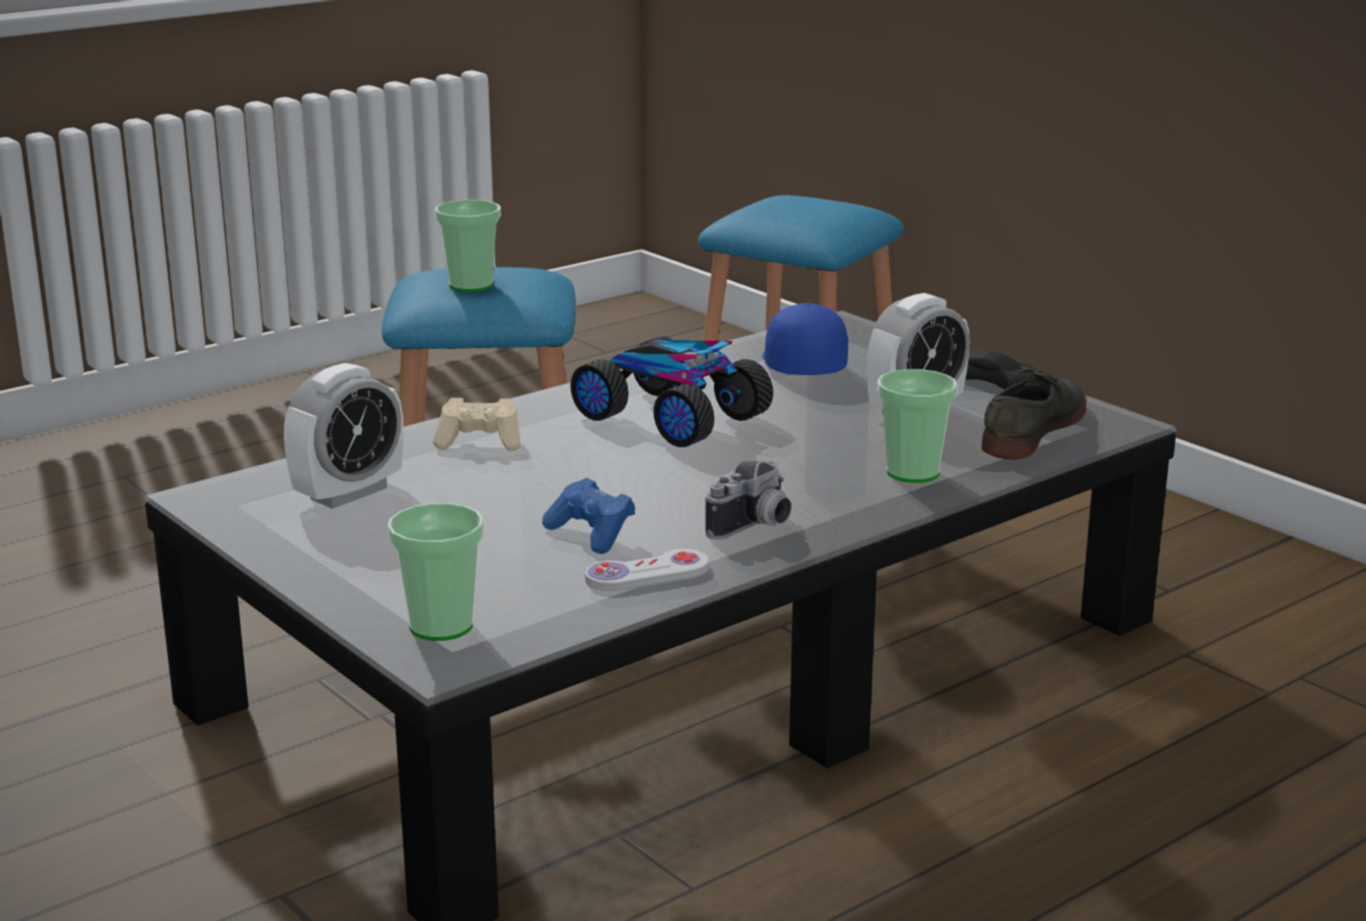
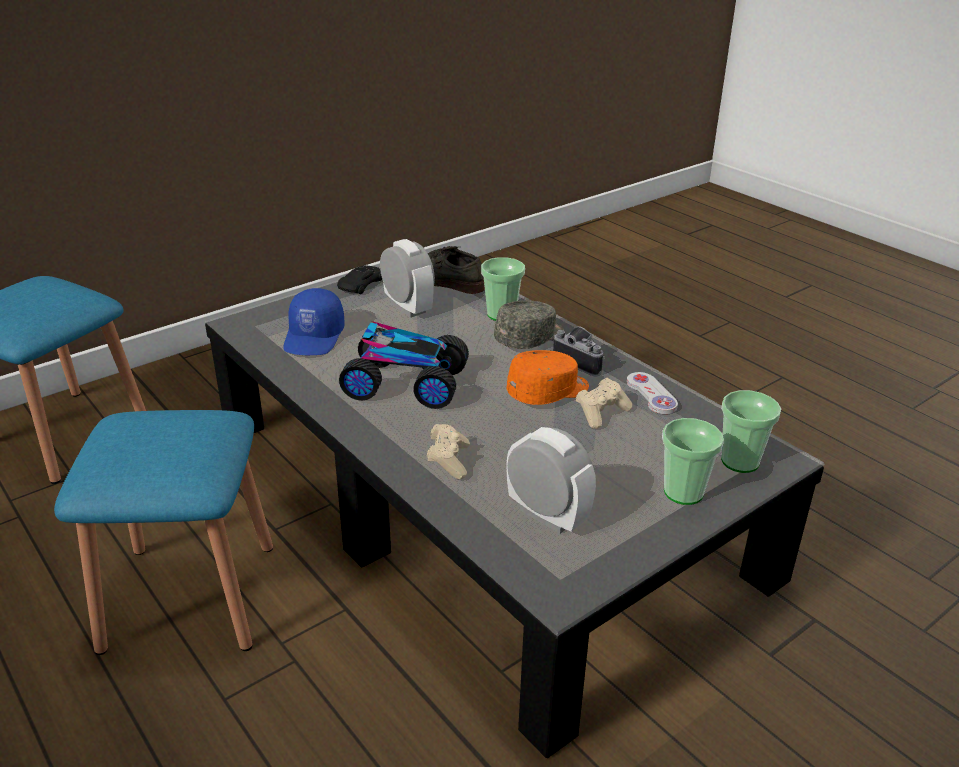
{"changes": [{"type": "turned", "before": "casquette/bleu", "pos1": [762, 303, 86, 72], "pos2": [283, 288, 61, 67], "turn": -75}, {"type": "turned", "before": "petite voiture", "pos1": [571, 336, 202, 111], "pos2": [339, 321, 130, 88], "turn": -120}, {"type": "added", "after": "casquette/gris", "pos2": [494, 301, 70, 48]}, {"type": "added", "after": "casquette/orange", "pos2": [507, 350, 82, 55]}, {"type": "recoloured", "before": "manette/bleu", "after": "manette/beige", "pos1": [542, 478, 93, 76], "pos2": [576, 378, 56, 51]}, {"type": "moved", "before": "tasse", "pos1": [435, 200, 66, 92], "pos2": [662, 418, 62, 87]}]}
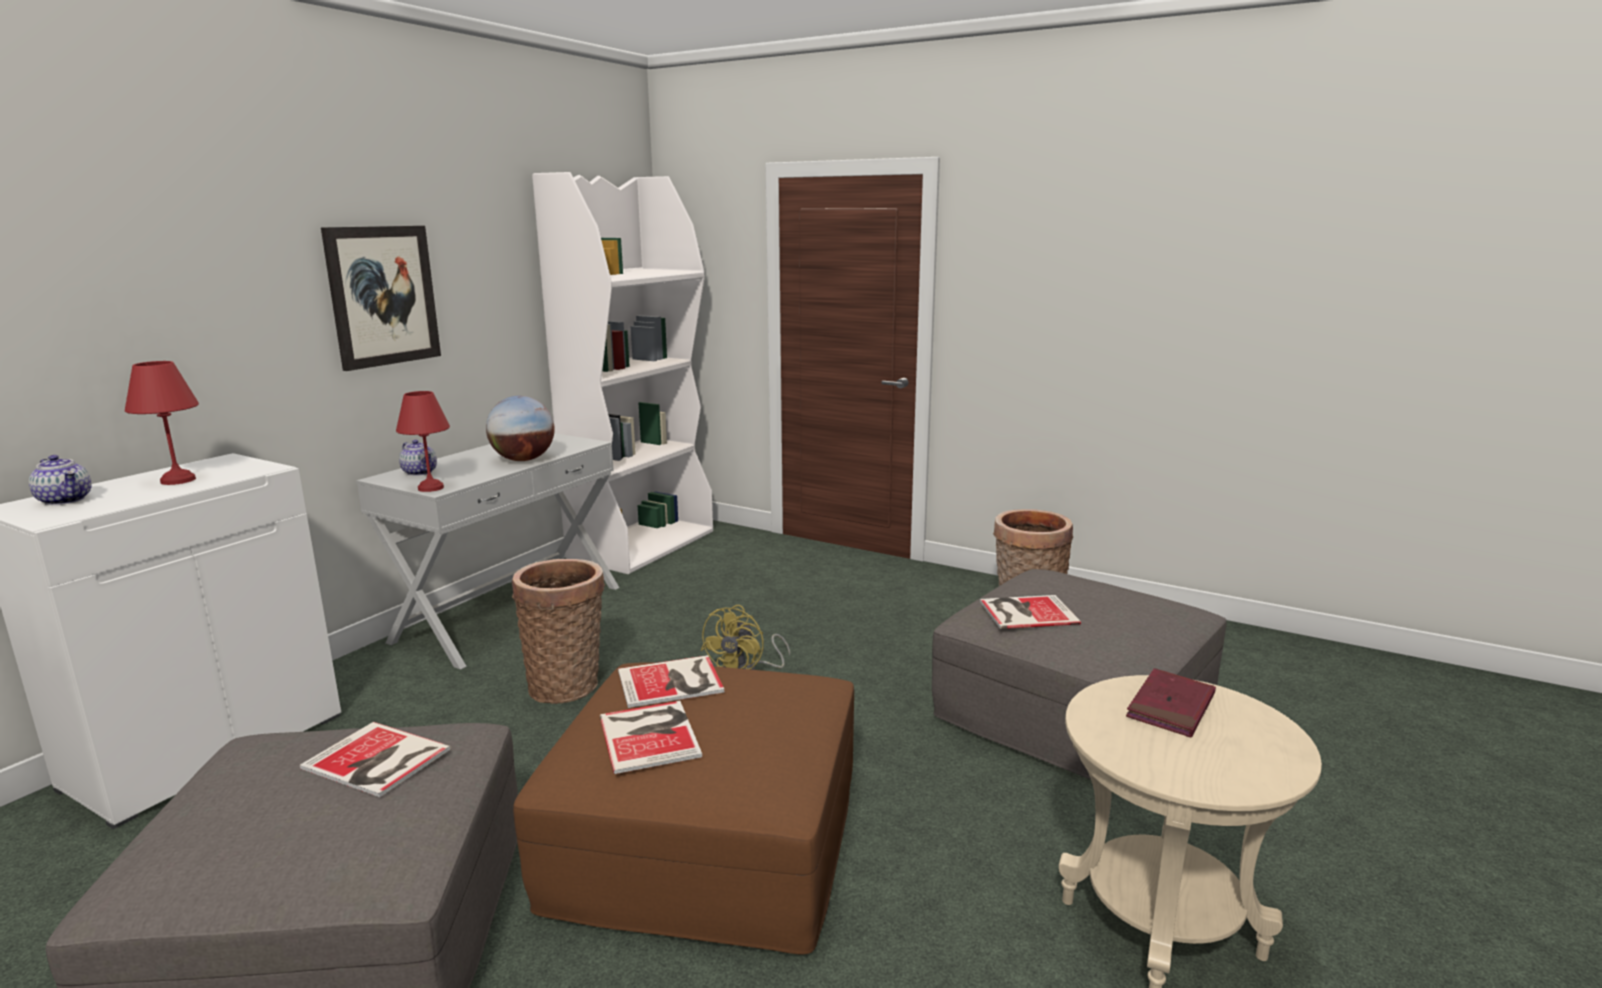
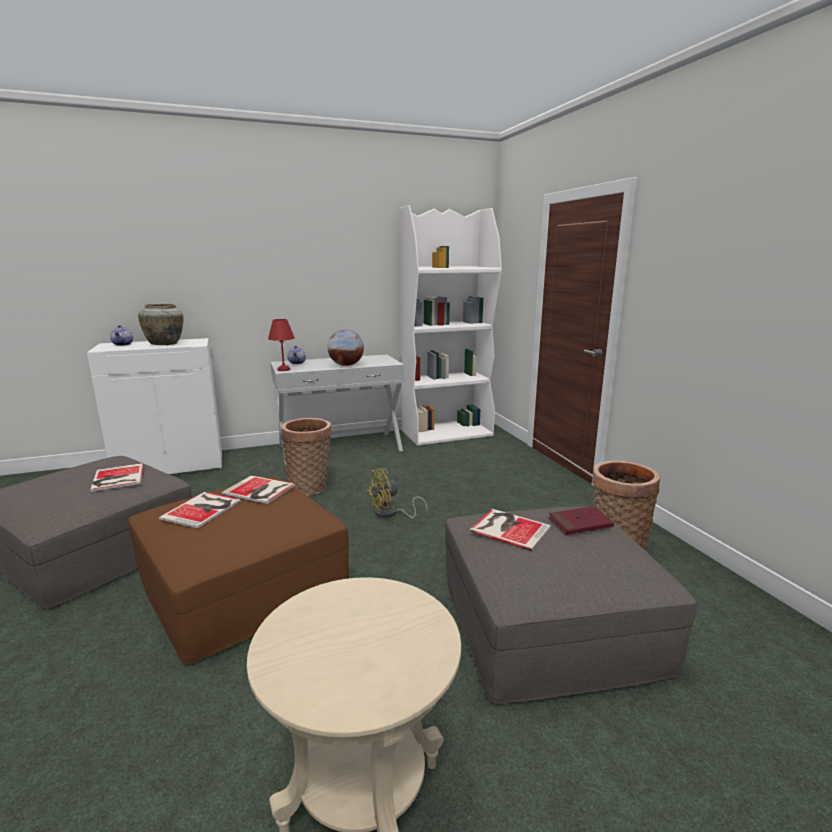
{"changes": [{"type": "replaced", "before": "lampe de table/rouge", "after": "vase/beige", "pos1": [125, 361, 74, 124], "pos2": [138, 304, 46, 41]}, {"type": "moved", "before": "livre/rouge", "pos1": [1126, 668, 90, 69], "pos2": [549, 506, 65, 29]}, {"type": "removed", "before": "tableau", "pos1": [321, 226, 120, 145]}]}
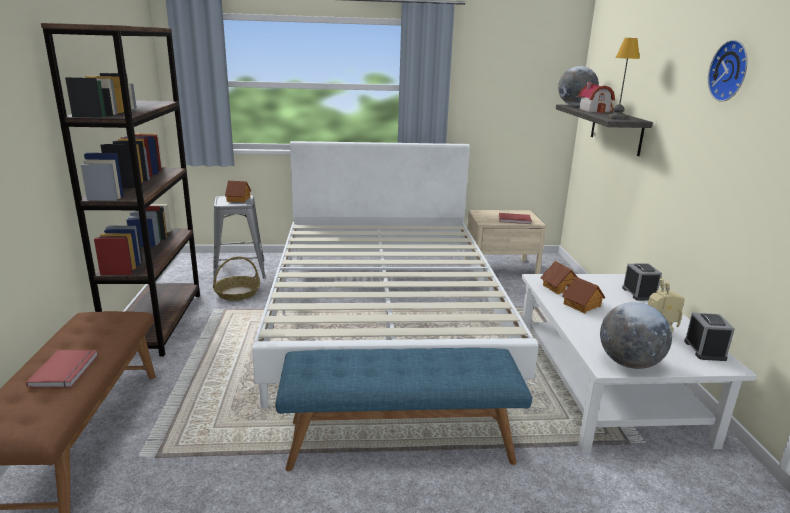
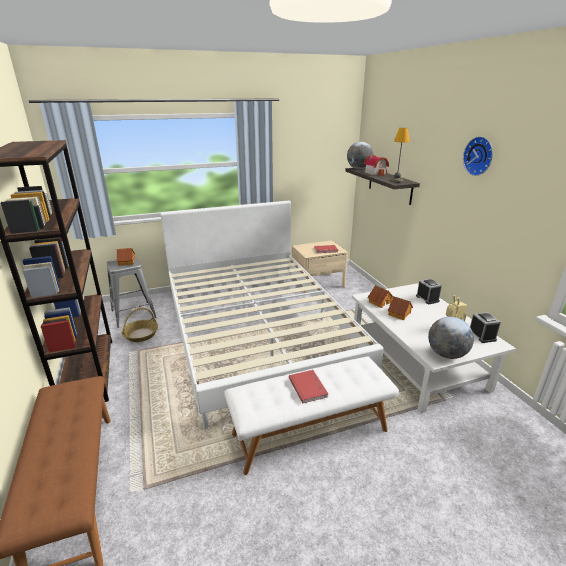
{"changes": [{"type": "recoloured", "before": "banc/bleu", "after": "banc/blanc", "pos1": [275, 348, 257, 123], "pos2": [224, 356, 175, 119]}, {"type": "moved", "before": "livre/rouge", "pos1": [26, 350, 72, 38], "pos2": [289, 370, 39, 33]}]}
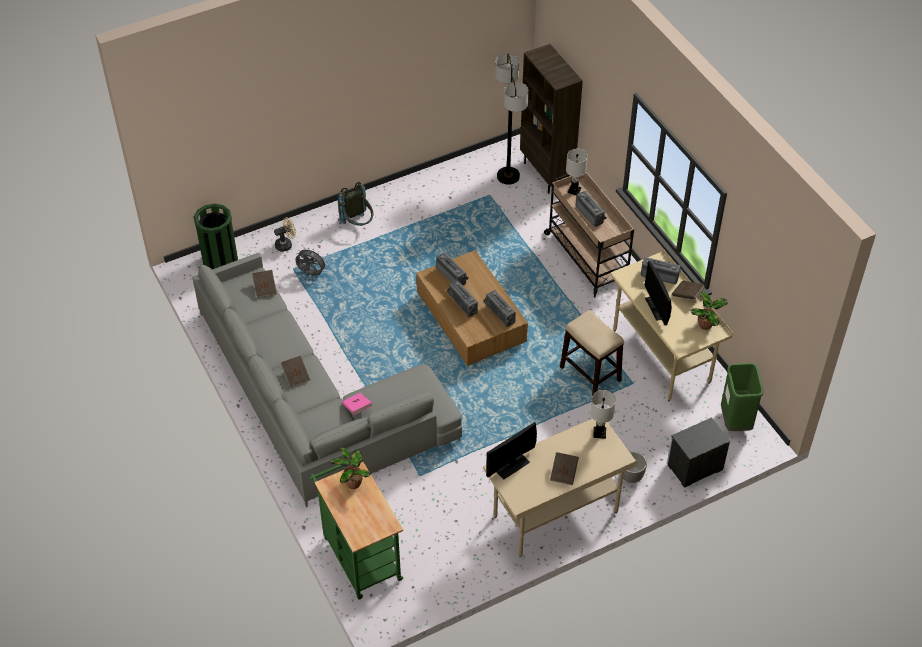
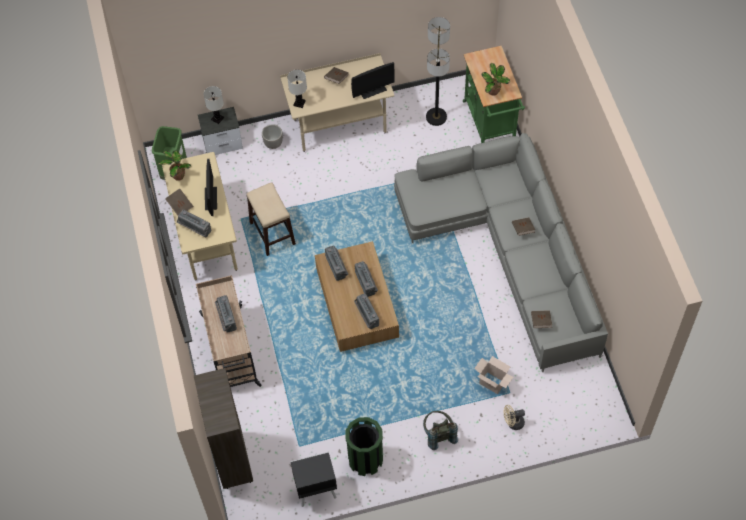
{"changes": [{"type": "moved", "before": "lampe de table/blanc", "pos1": [566, 149, 22, 46], "pos2": [204, 86, 20, 38]}, {"type": "added", "after": "table de chevet/noir", "pos2": [290, 452, 47, 55]}, {"type": "moved", "before": "poubelle/vert", "pos1": [194, 203, 44, 66], "pos2": [345, 417, 38, 59]}, {"type": "moved", "before": "lampadaire", "pos1": [495, 53, 34, 132], "pos2": [426, 17, 24, 109]}, {"type": "replaced", "before": "ventilateur/gris", "after": "carton", "pos1": [295, 247, 33, 29], "pos2": [474, 356, 39, 38]}, {"type": "removed", "before": "livre/rose", "pos1": [342, 393, 30, 22]}]}
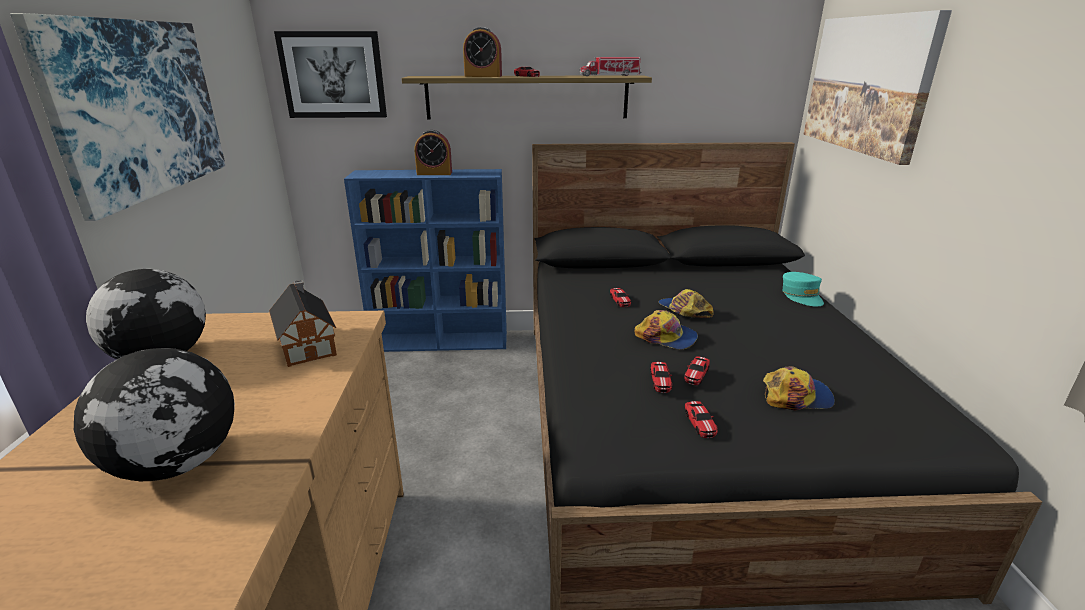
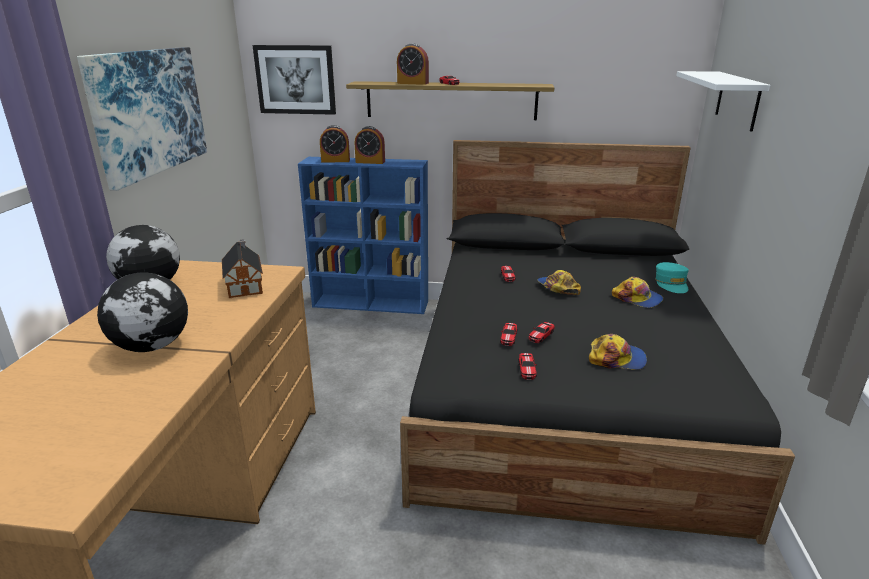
{"changes": [{"type": "added", "after": "réveil", "pos2": [320, 125, 30, 38]}, {"type": "moved", "before": "casquette", "pos1": [634, 310, 64, 40], "pos2": [612, 277, 51, 31]}, {"type": "replaced", "before": "tableau", "after": "étagère/blanc", "pos1": [803, 10, 149, 155], "pos2": [676, 71, 94, 61]}, {"type": "removed", "before": "camion jouet", "pos1": [580, 57, 61, 19]}]}
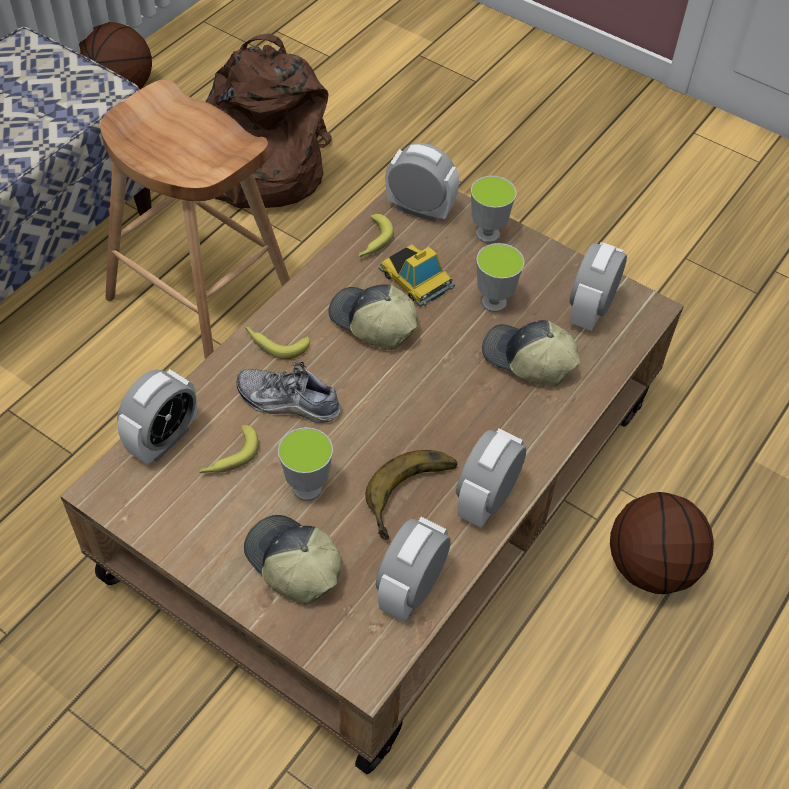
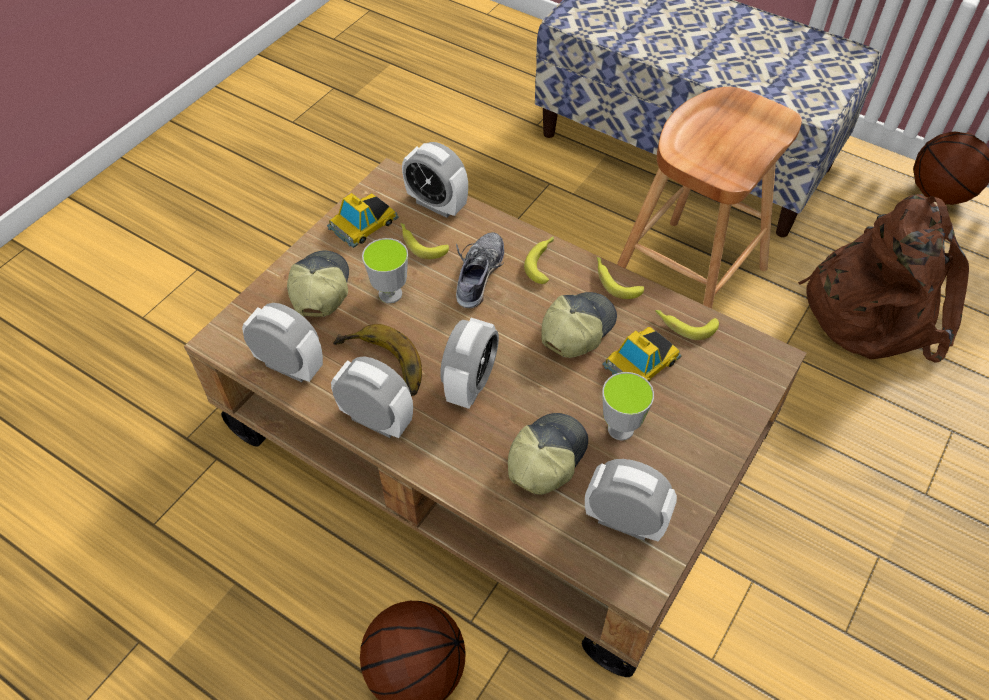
{"changes": [{"type": "turned", "before": "casquette", "pos1": [244, 515, 97, 90], "pos2": [287, 250, 62, 67], "turn": -45}, {"type": "added", "after": "petite voiture", "pos2": [327, 193, 72, 55]}, {"type": "moved", "before": "réveil", "pos1": [385, 143, 74, 79], "pos2": [440, 318, 59, 91]}, {"type": "added", "after": "banane", "pos2": [597, 257, 47, 42]}, {"type": "removed", "before": "tasse", "pos1": [471, 176, 45, 67]}]}
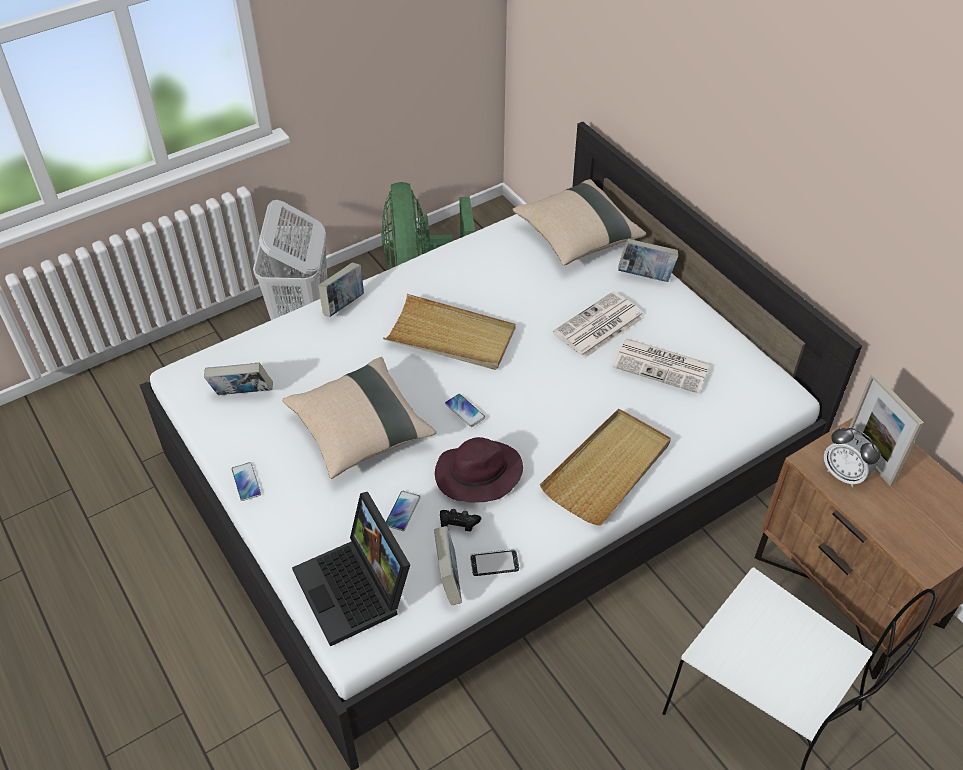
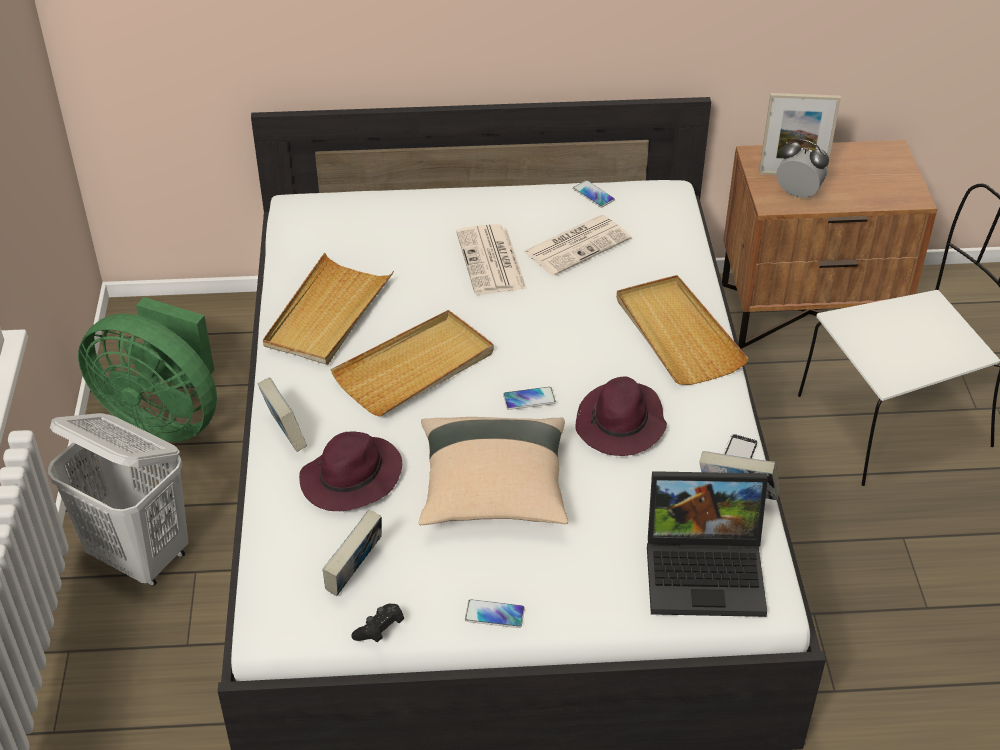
{"changes": [{"type": "added", "after": "plateau/beige", "pos2": [263, 253, 131, 112]}, {"type": "added", "after": "chapeau/violet", "pos2": [299, 431, 103, 80]}, {"type": "moved", "before": "manette/noir", "pos1": [440, 509, 41, 22], "pos2": [351, 603, 53, 39]}, {"type": "moved", "before": "téléphone", "pos1": [386, 491, 35, 40], "pos2": [573, 180, 42, 28]}, {"type": "turned", "before": "réveil", "pos1": [824, 428, 56, 59], "pos2": [776, 139, 53, 59], "turn": -135}, {"type": "removed", "before": "coussin/beige", "pos1": [512, 179, 134, 87]}, {"type": "removed", "before": "livre", "pos1": [618, 239, 61, 43]}]}
